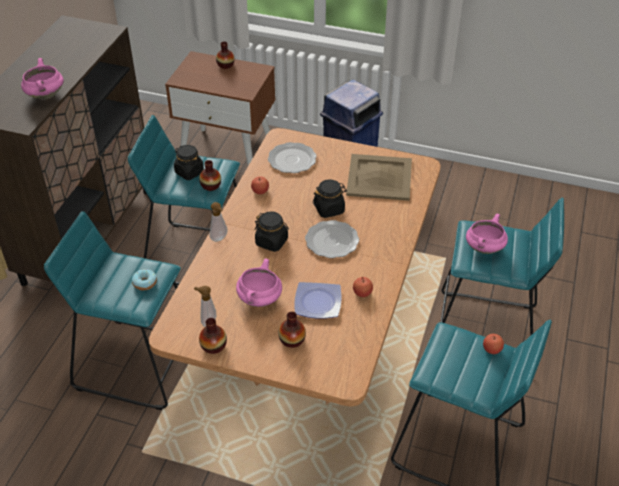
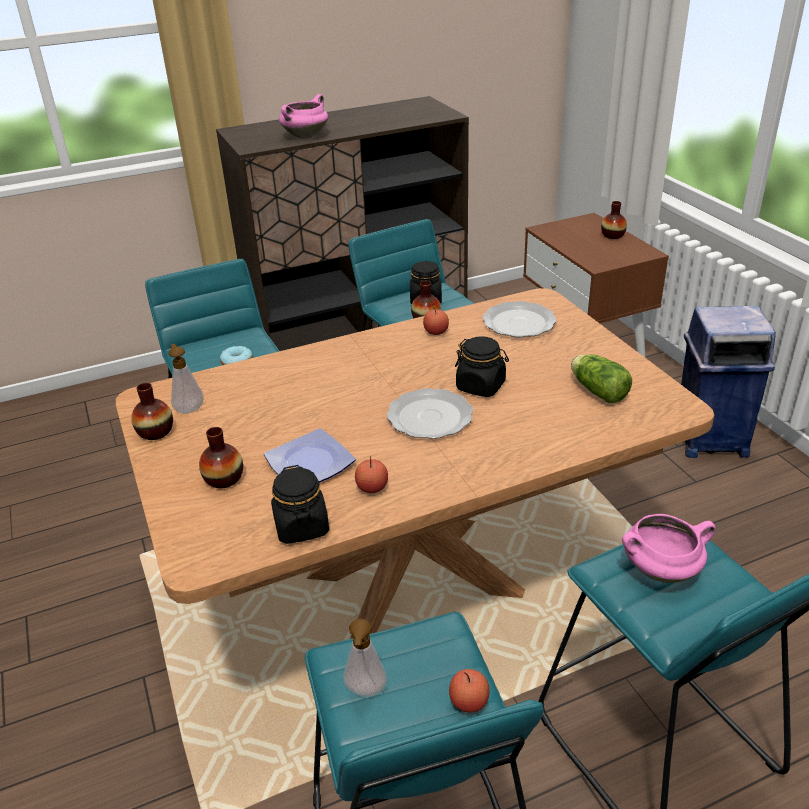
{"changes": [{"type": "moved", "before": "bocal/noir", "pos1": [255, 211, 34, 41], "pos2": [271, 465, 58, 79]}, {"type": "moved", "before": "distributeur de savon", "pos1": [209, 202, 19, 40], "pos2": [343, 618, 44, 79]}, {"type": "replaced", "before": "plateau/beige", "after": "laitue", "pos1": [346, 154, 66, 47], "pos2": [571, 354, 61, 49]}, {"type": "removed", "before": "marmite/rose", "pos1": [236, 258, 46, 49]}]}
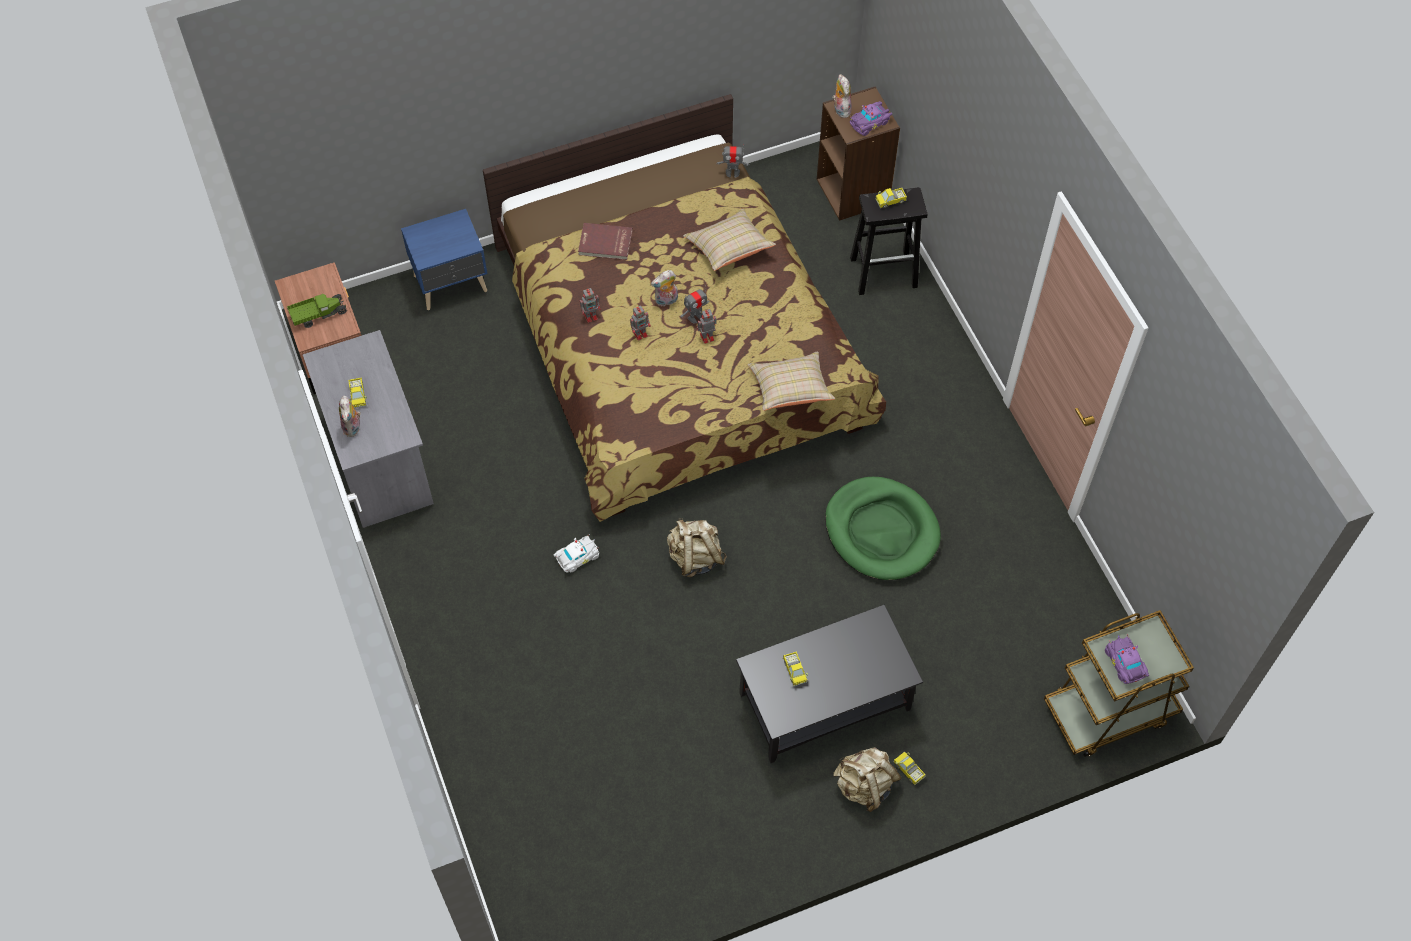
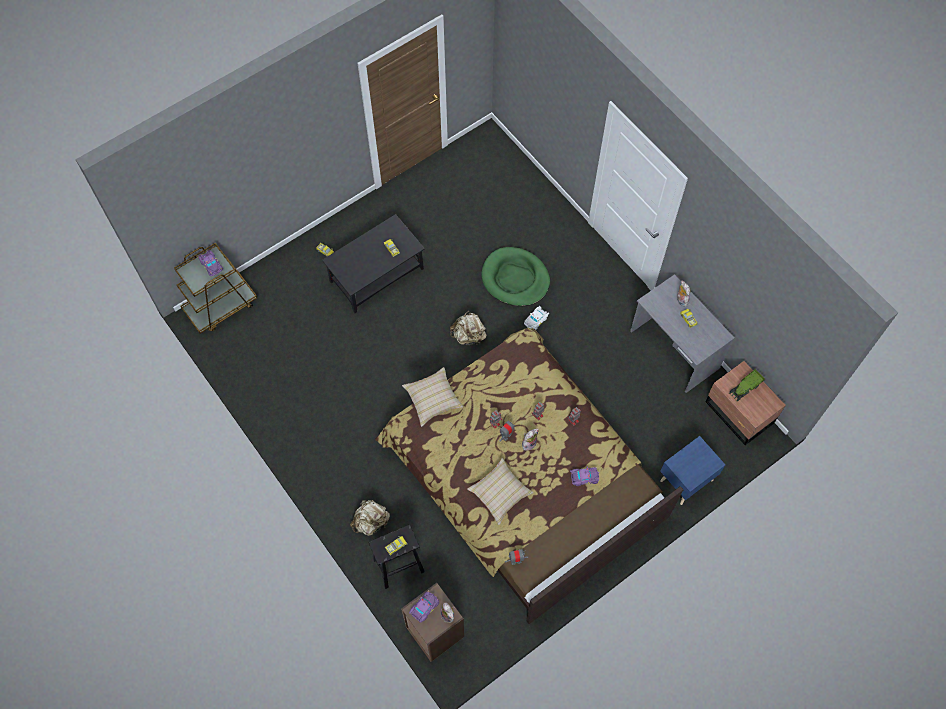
{"changes": [{"type": "moved", "before": "sac à dos/beige", "pos1": [833, 747, 69, 65], "pos2": [350, 500, 40, 36]}, {"type": "moved", "before": "panier pour chien/vert", "pos1": [825, 477, 116, 103], "pos2": [481, 247, 69, 59]}, {"type": "replaced", "before": "livre/rouge", "after": "petite voiture/violet", "pos1": [578, 223, 55, 37], "pos2": [570, 466, 30, 20]}]}
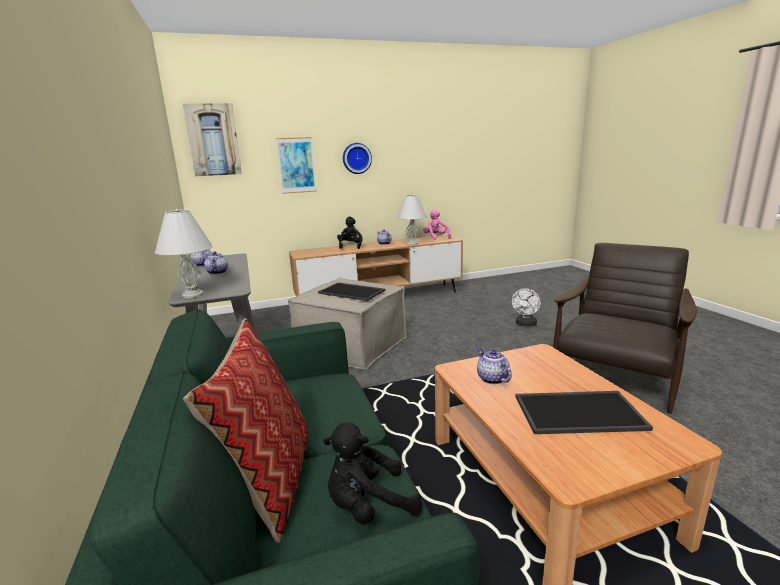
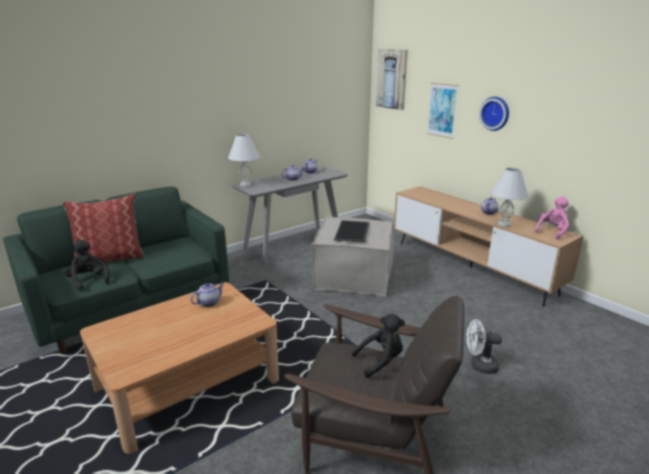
{"changes": [{"type": "moved", "before": "peluche/noir", "pos1": [337, 217, 25, 32], "pos2": [352, 314, 53, 64]}, {"type": "removed", "before": "plateau", "pos1": [515, 391, 138, 43]}]}
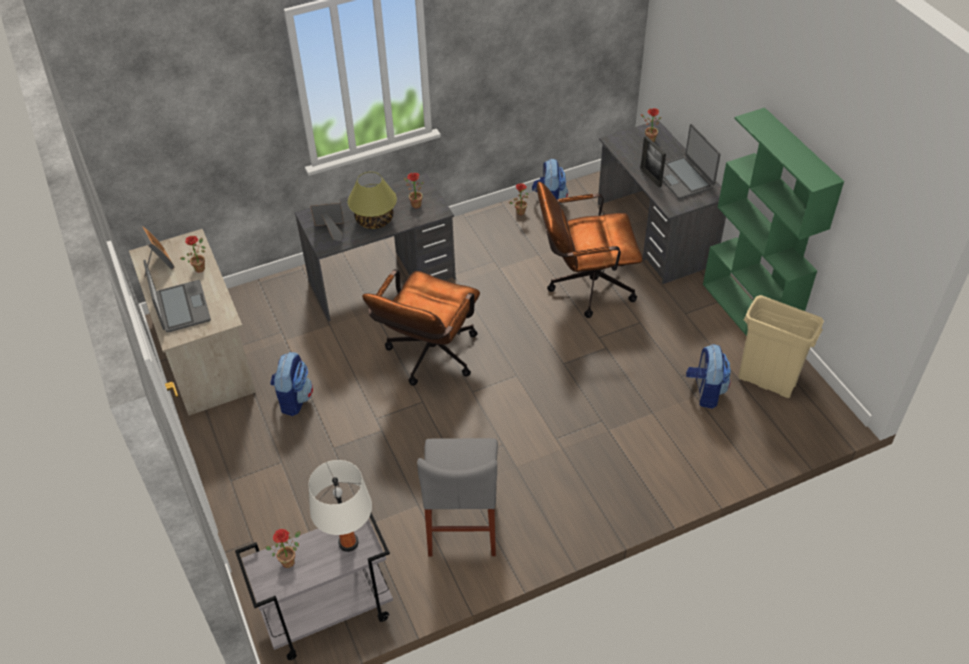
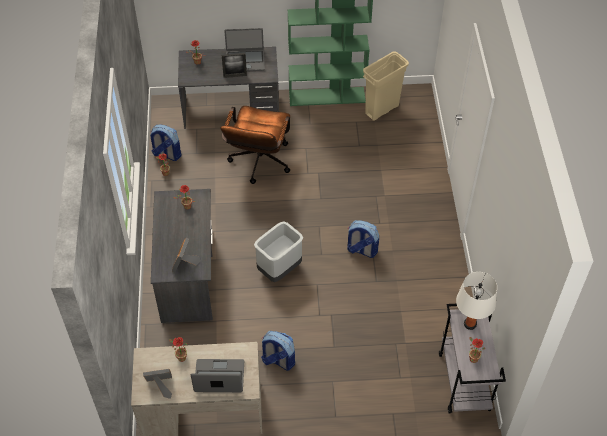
{"changes": [{"type": "replaced", "before": "chaise de bureau/marron", "after": "poubelle/gris", "pos1": [362, 269, 118, 117], "pos2": [254, 221, 49, 61]}, {"type": "moved", "before": "sac à dos", "pos1": [686, 344, 45, 65], "pos2": [347, 220, 32, 38]}, {"type": "removed", "before": "lampe de table", "pos1": [348, 172, 49, 57]}, {"type": "removed", "before": "chaise/gris", "pos1": [417, 438, 81, 118]}]}
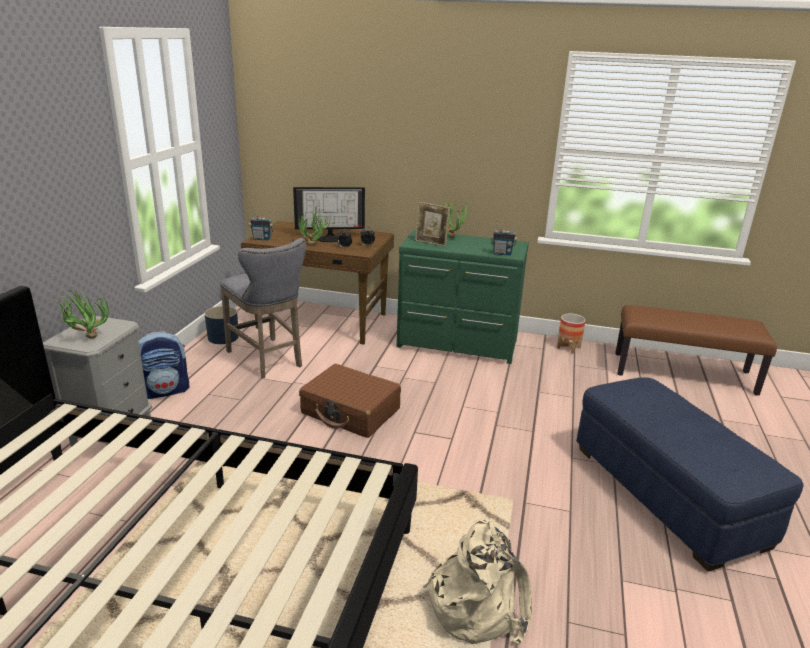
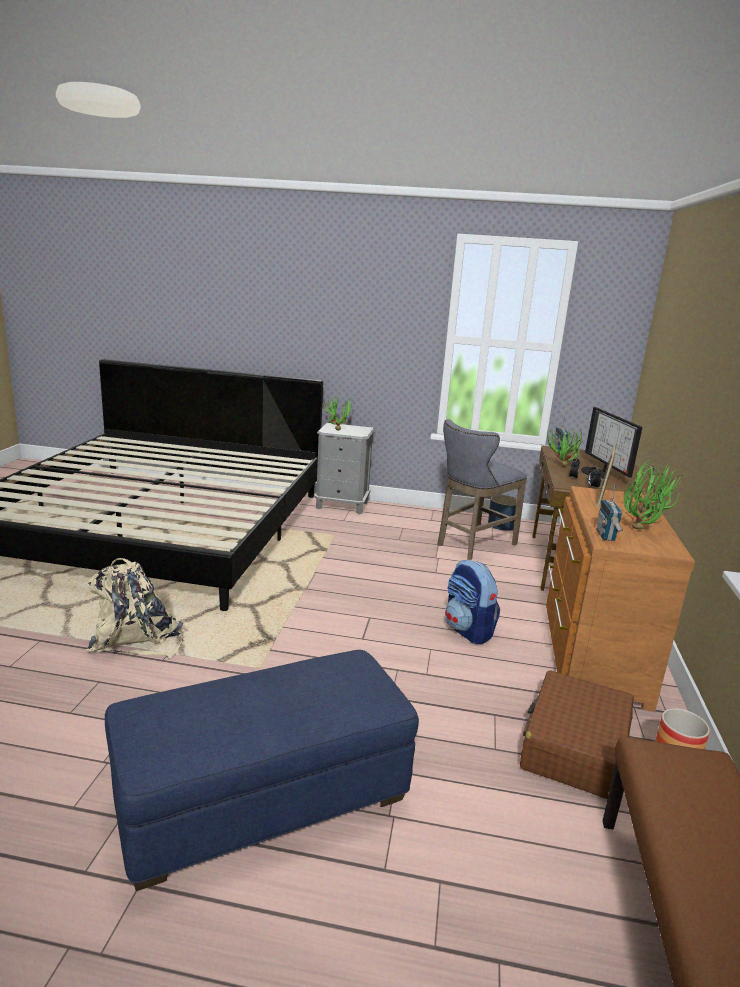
{"changes": [{"type": "moved", "before": "sac à dos", "pos1": [138, 331, 51, 68], "pos2": [445, 560, 55, 84]}, {"type": "moved", "before": "valise/marron", "pos1": [299, 364, 102, 74], "pos2": [520, 670, 114, 129]}, {"type": "recoloured", "before": "commode/vert", "after": "commode/marron", "pos1": [396, 230, 133, 134], "pos2": [546, 486, 149, 226]}, {"type": "added", "after": "plante en pot", "pos2": [624, 474, 57, 55]}]}
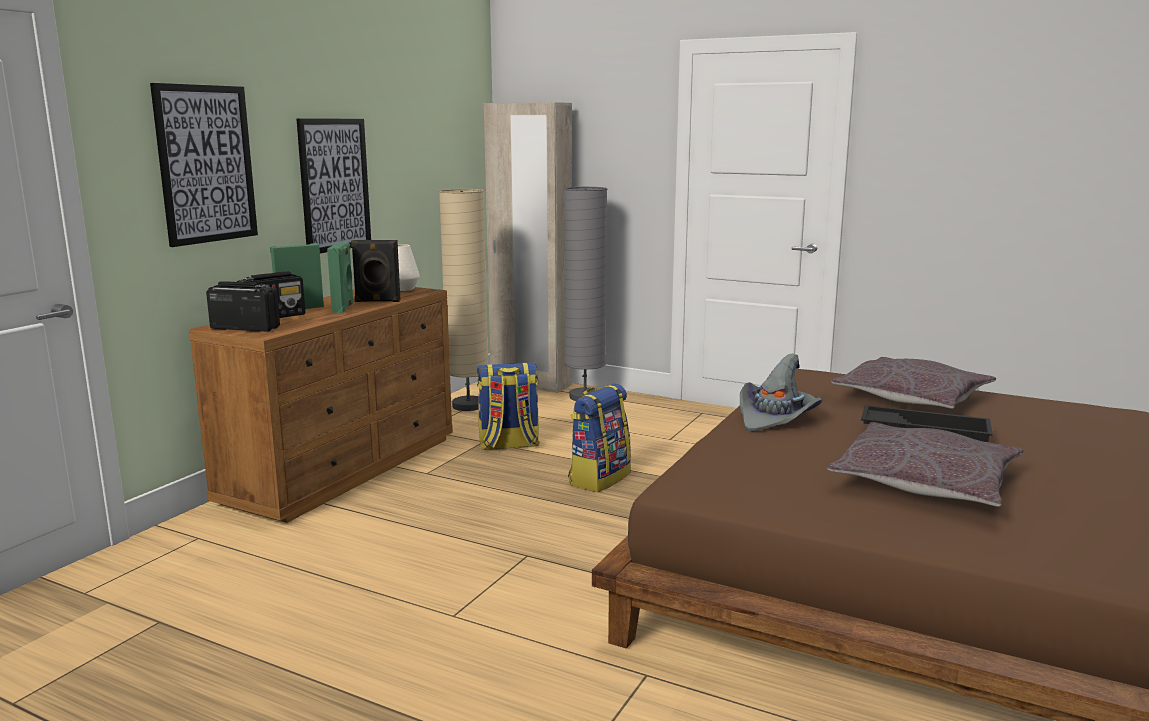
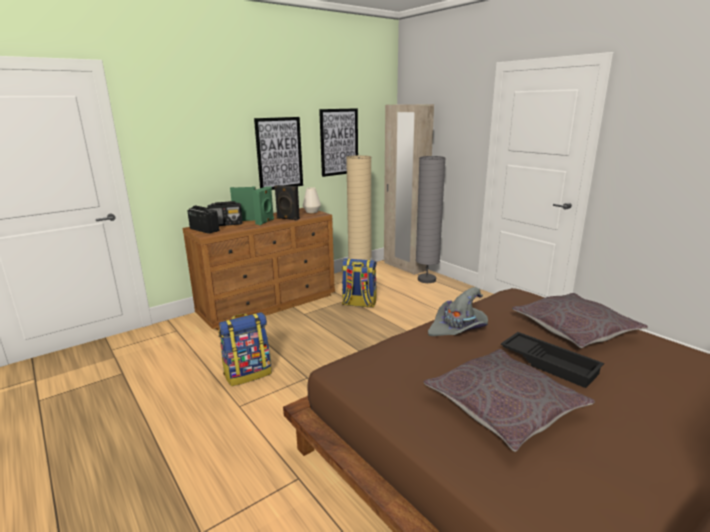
{"changes": [{"type": "moved", "before": "sac à dos", "pos1": [568, 383, 63, 109], "pos2": [219, 312, 53, 74]}, {"type": "moved", "before": "tableau", "pos1": [150, 83, 108, 164], "pos2": [319, 108, 39, 69]}]}
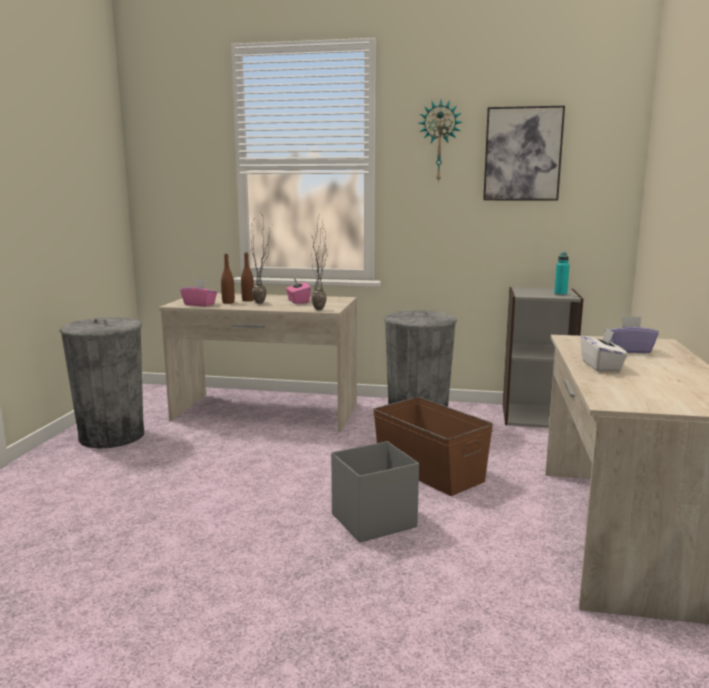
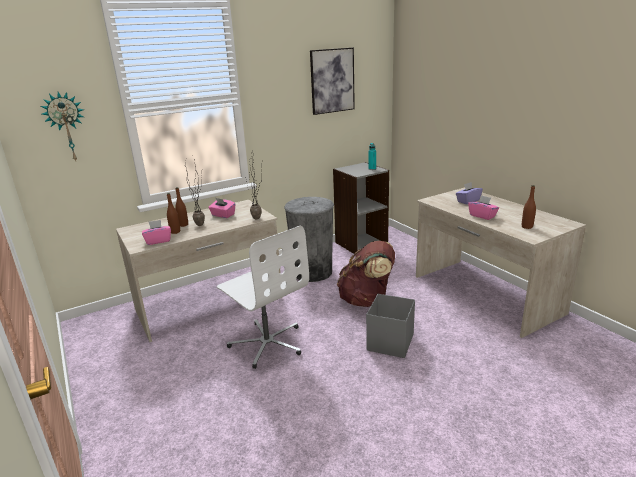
{"changes": [{"type": "moved", "before": "horloge murale", "pos1": [419, 100, 43, 83], "pos2": [41, 92, 43, 69]}, {"type": "added", "after": "chaise de bureau/blanc", "pos2": [217, 226, 92, 143]}, {"type": "replaced", "before": "boîte de rangement/marron", "after": "sac à dos/marron", "pos1": [373, 397, 120, 99], "pos2": [337, 241, 58, 66]}, {"type": "recoloured", "before": "boîte à mouchoirs/blanc", "after": "boîte à mouchoirs/rose", "pos1": [581, 328, 47, 44], "pos2": [468, 195, 31, 25]}, {"type": "added", "after": "bouteille/marron", "pos2": [522, 185, 14, 44]}, {"type": "removed", "before": "poubelle/gris", "pos1": [59, 317, 85, 132]}]}
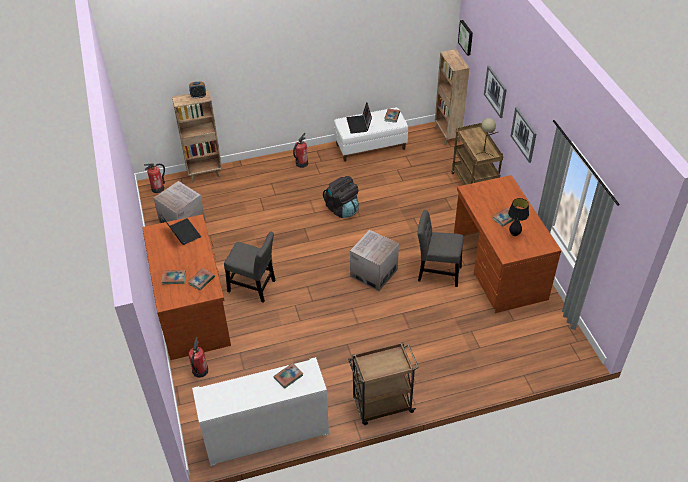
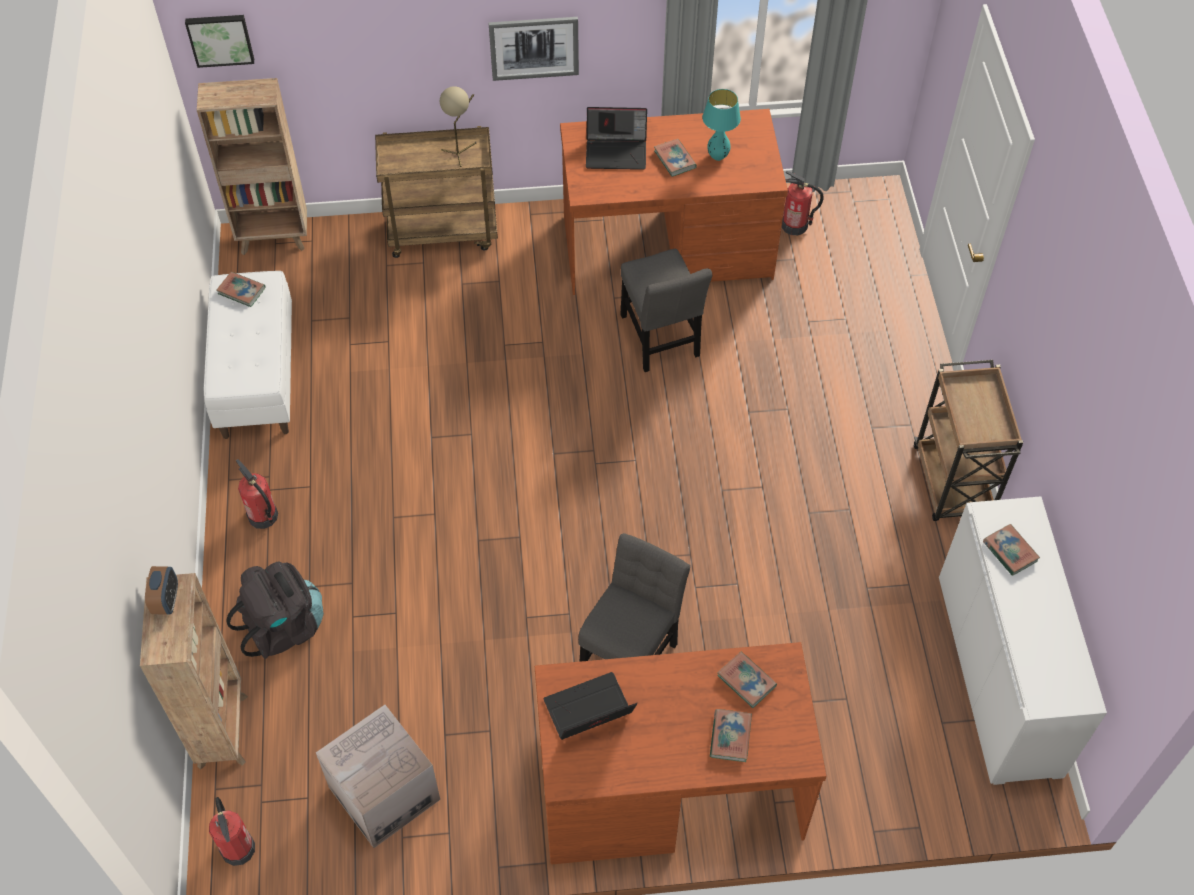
{"changes": [{"type": "moved", "before": "sac à dos/noir", "pos1": [323, 176, 36, 42], "pos2": [226, 561, 98, 98]}, {"type": "moved", "before": "ordinateur portable", "pos1": [346, 102, 26, 32], "pos2": [586, 107, 61, 63]}, {"type": "turned", "before": "chaise/gris", "pos1": [417, 210, 47, 77], "pos2": [620, 249, 92, 123], "turn": -45}, {"type": "recoloured", "before": "lampe de table/noir", "after": "lampe de table/turquoise", "pos1": [508, 198, 21, 38], "pos2": [702, 89, 39, 72]}, {"type": "moved", "before": "extincteur", "pos1": [189, 337, 19, 41], "pos2": [782, 171, 42, 64]}, {"type": "removed", "before": "carton", "pos1": [350, 230, 49, 61]}, {"type": "removed", "before": "tableau", "pos1": [484, 65, 23, 53]}]}
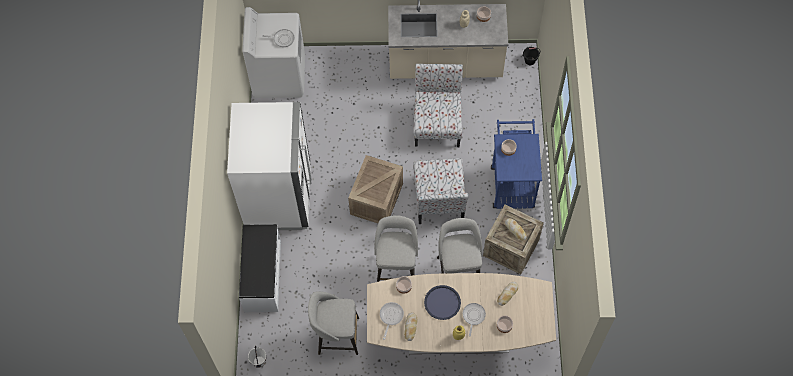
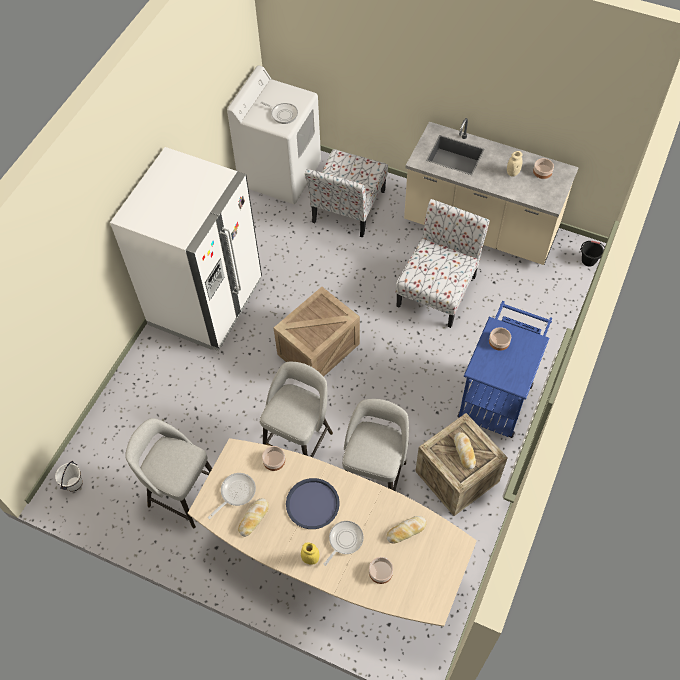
{"changes": [{"type": "moved", "before": "chaise", "pos1": [413, 158, 55, 66], "pos2": [305, 149, 83, 88]}, {"type": "removed", "before": "banc/blanc", "pos1": [239, 224, 42, 88]}]}
